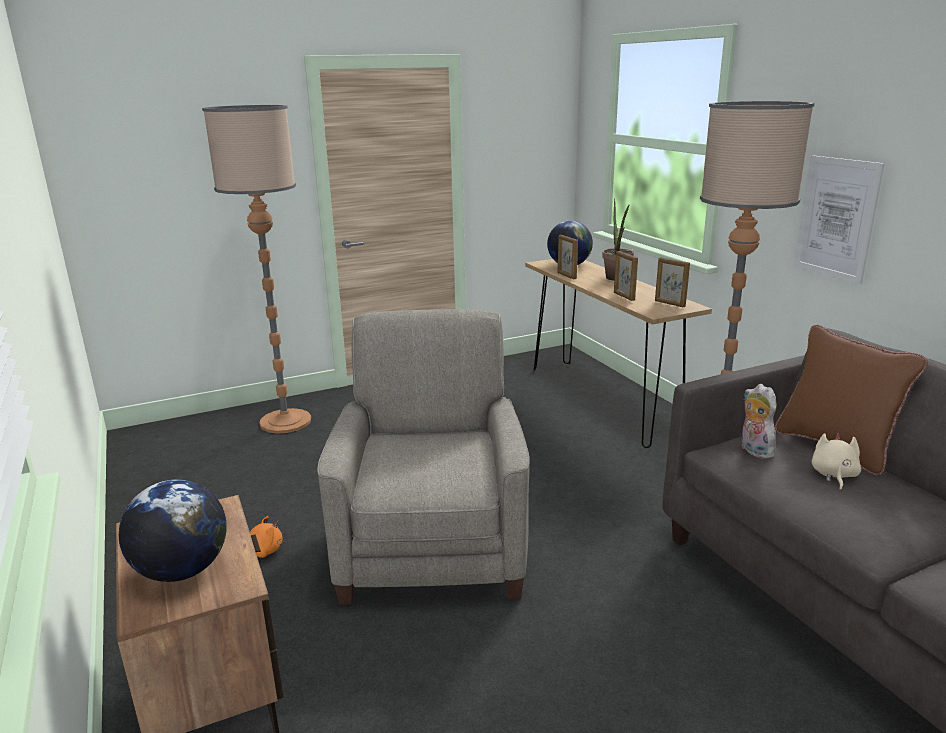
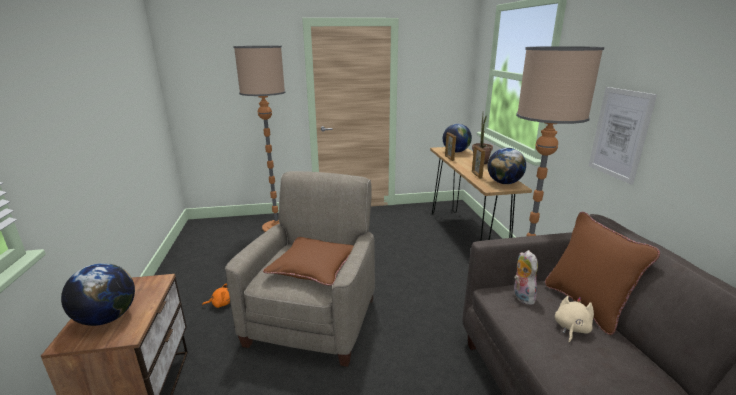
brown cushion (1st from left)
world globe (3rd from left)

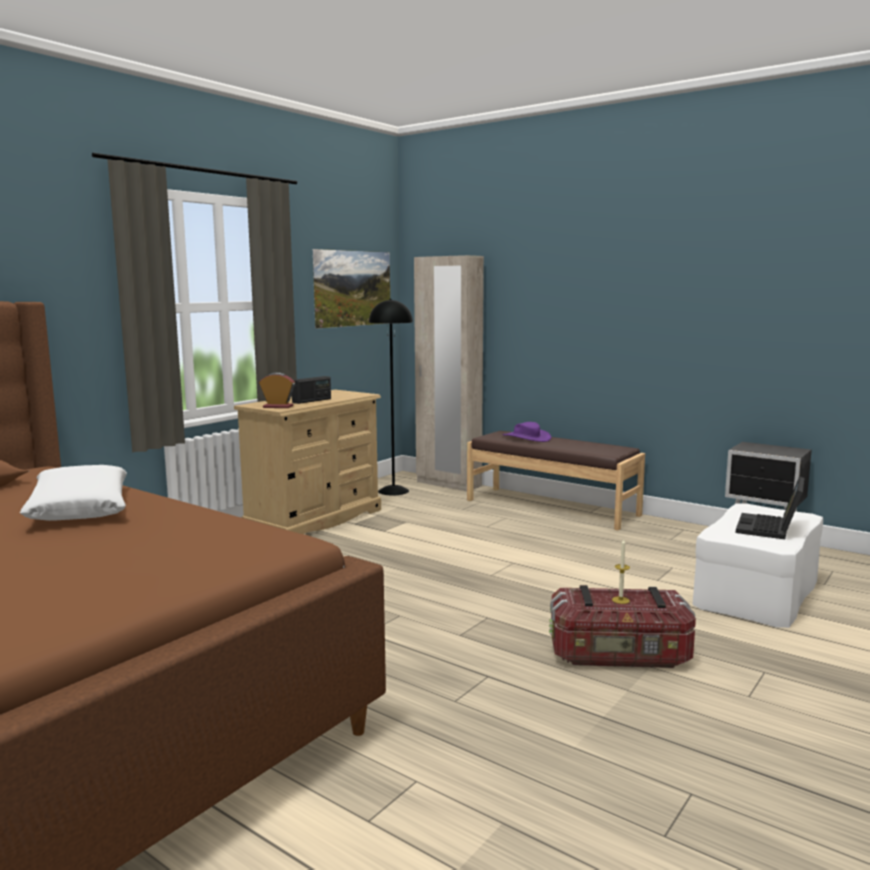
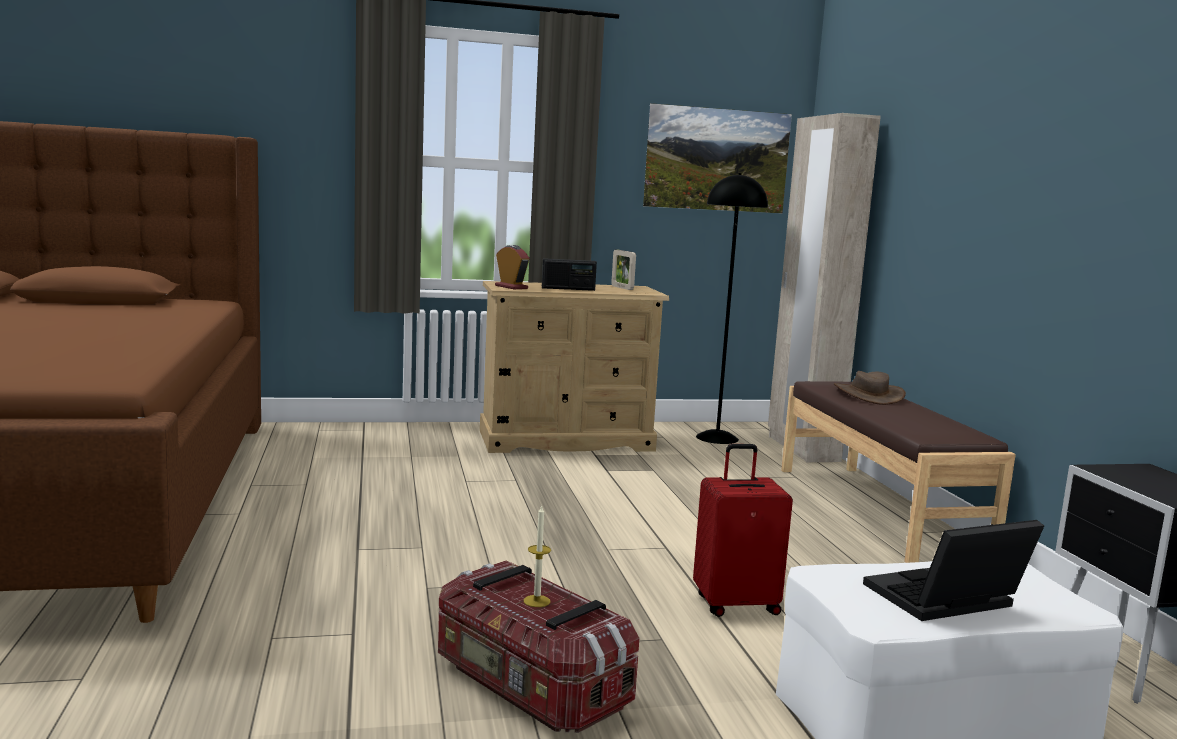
white cushion
photo frame
red-coloured travel case
brown hat

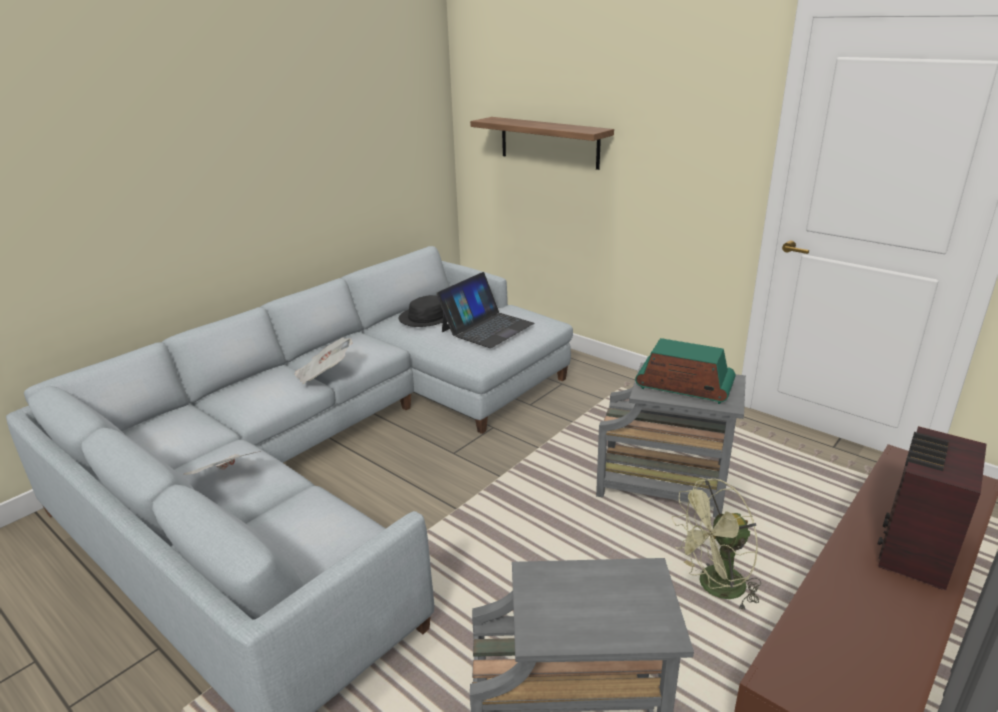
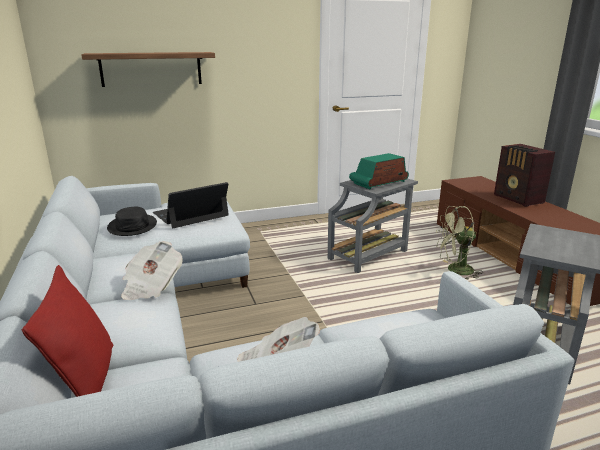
red-coloured cushion
notebook computer
green fan

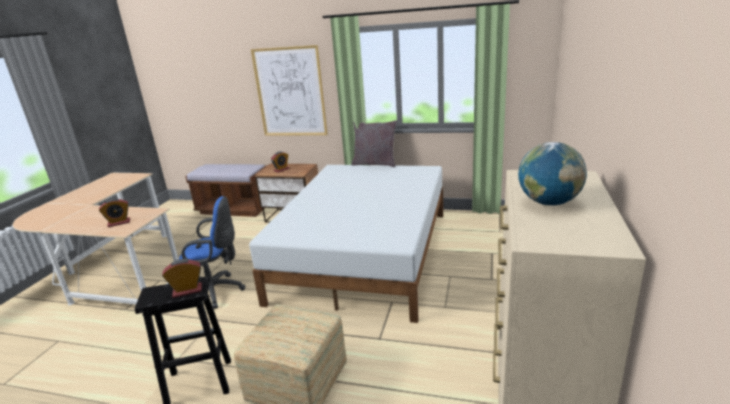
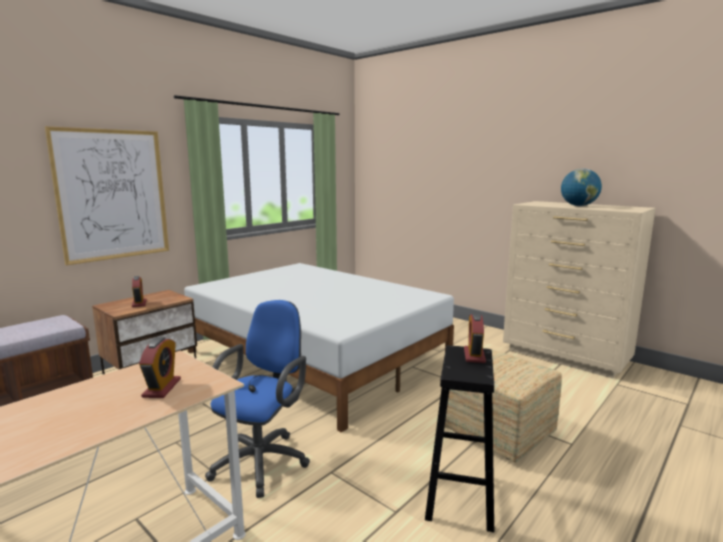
grey cushion

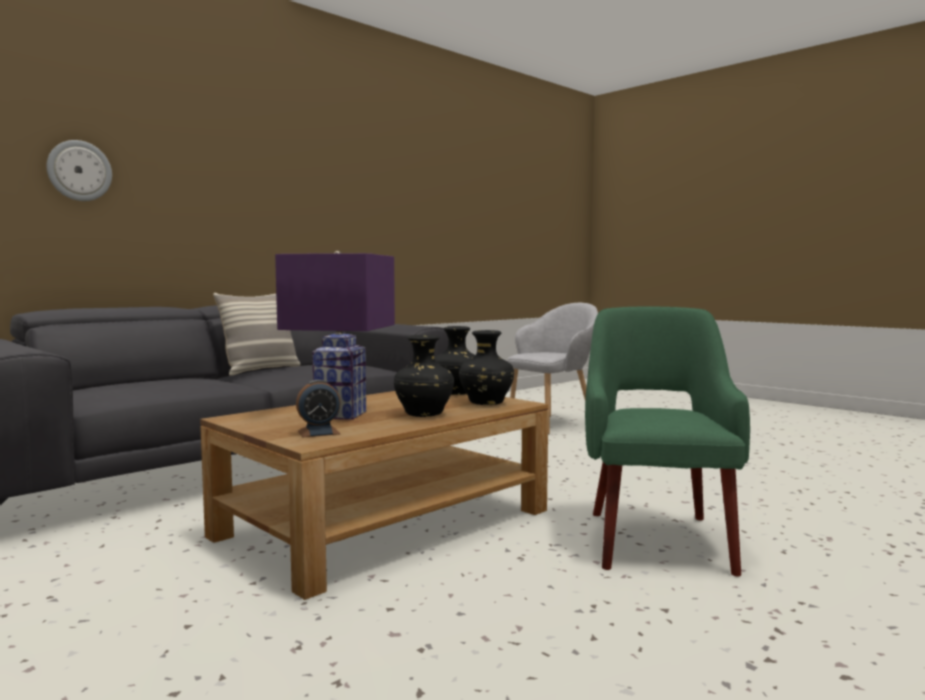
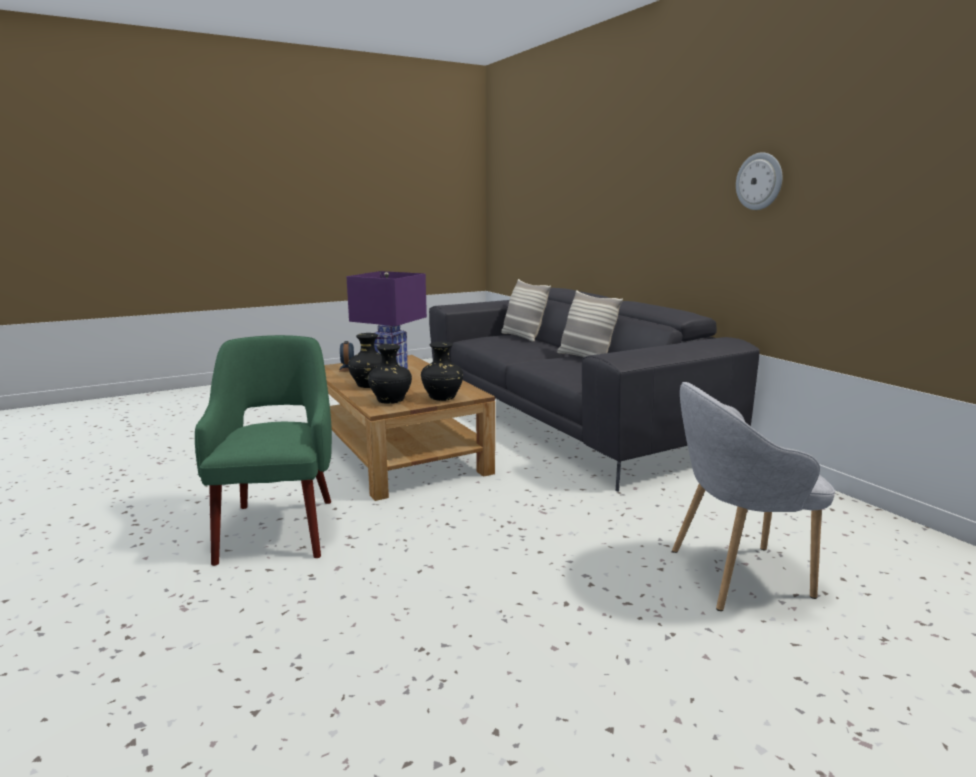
cushion (1st from left)
clock on the wall
grey lounge chair
green lounge chair

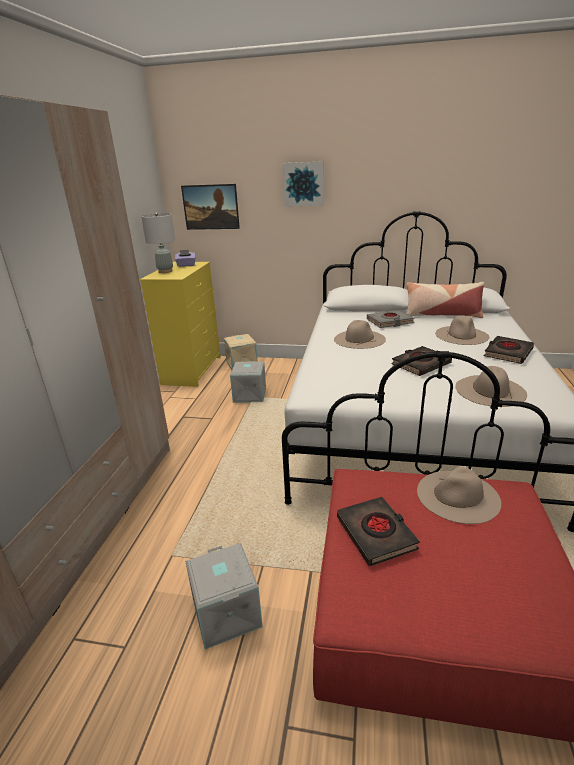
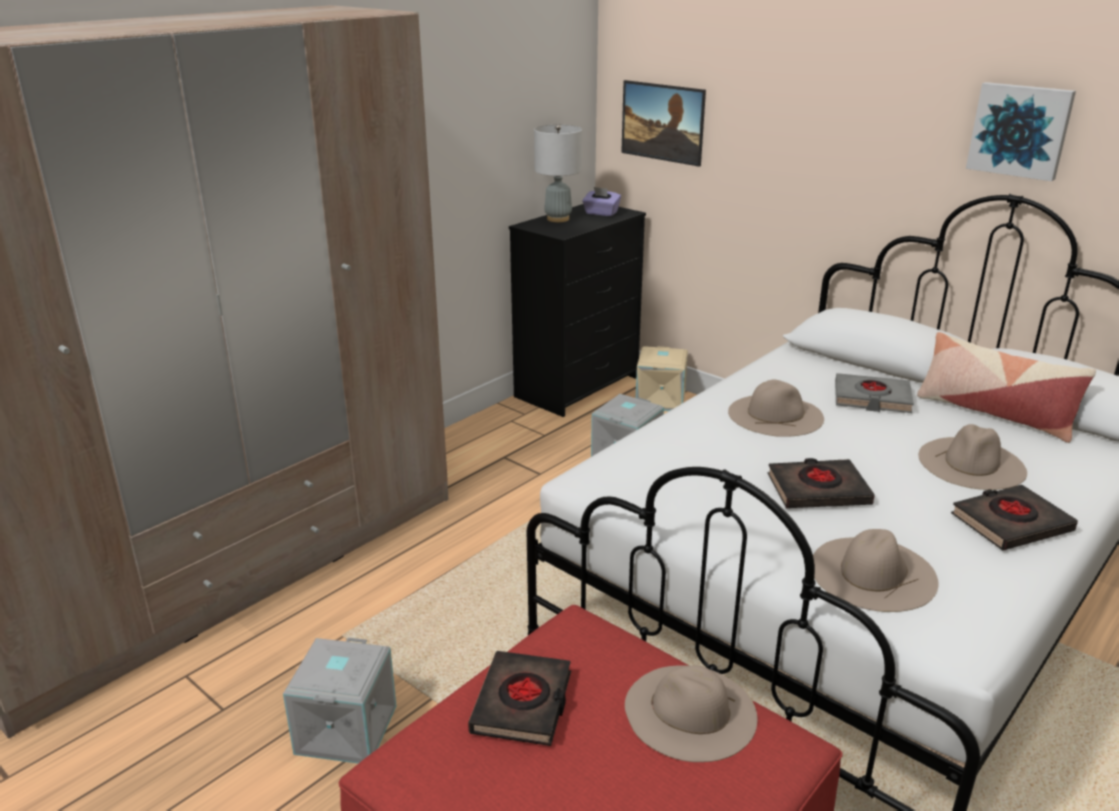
wall picture (2nd from left)
black chest of drawers

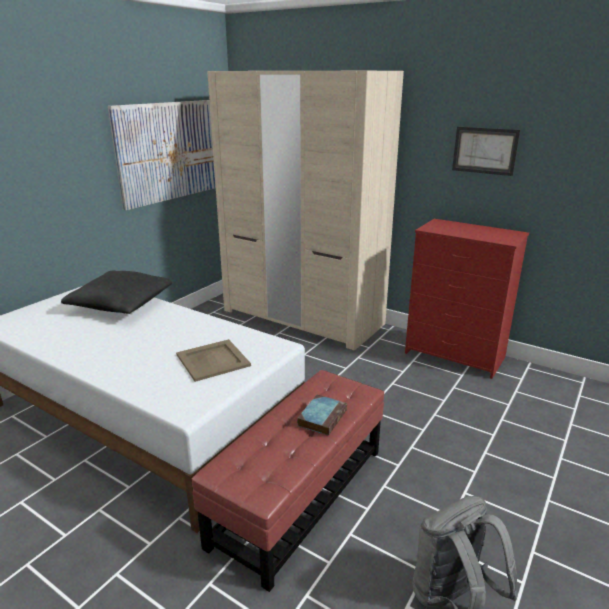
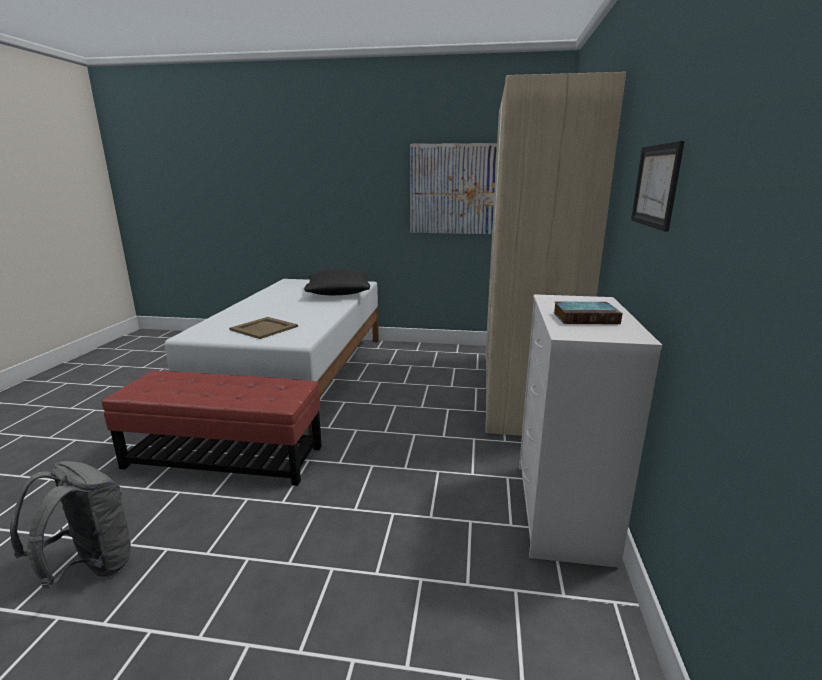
book
white chest of drawers

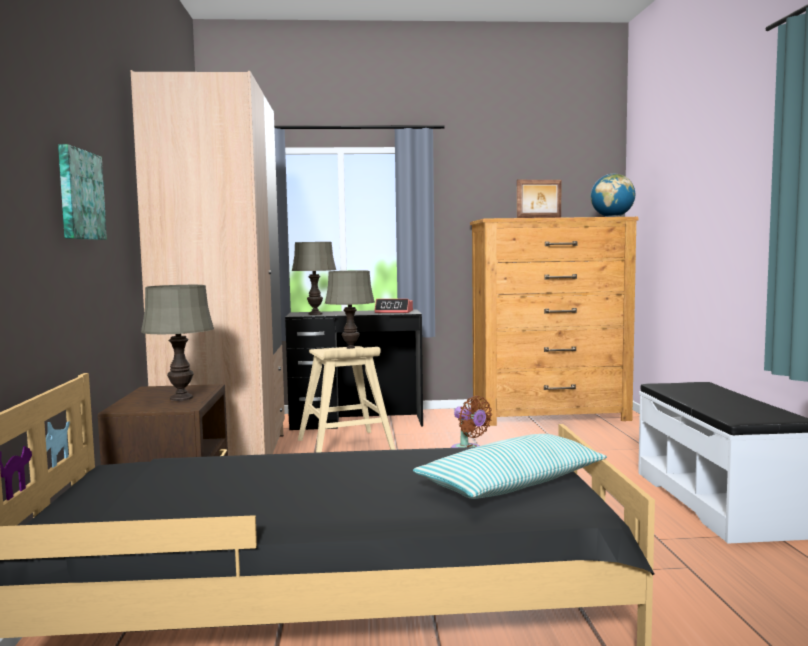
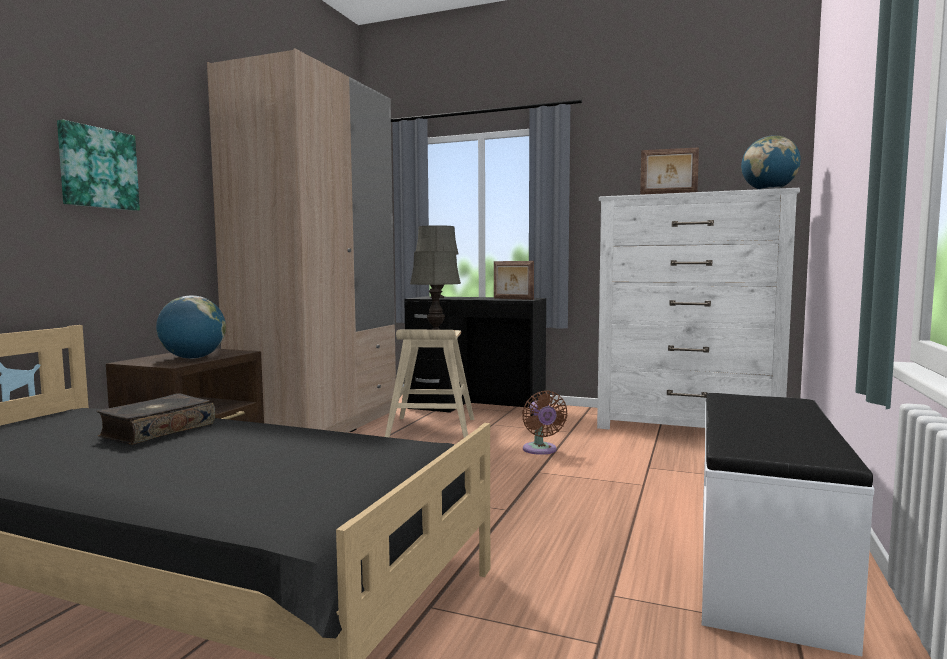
cushion
book
world globe (1st from left)
photo frame (1st from left)
white chest of drawers

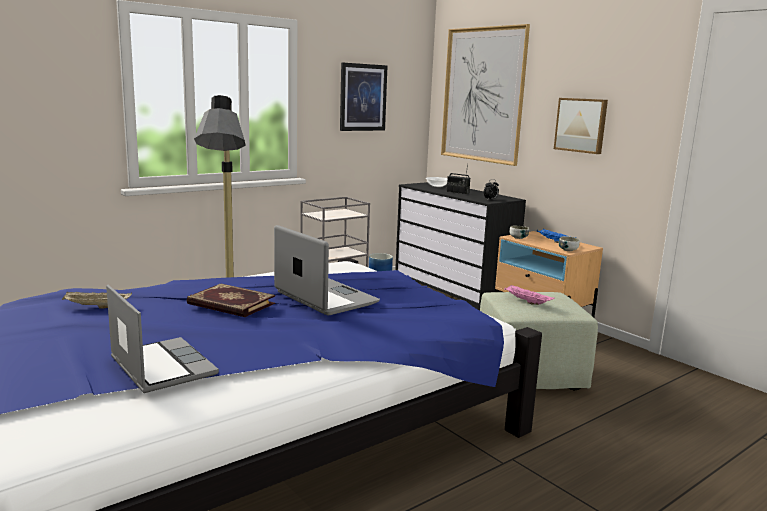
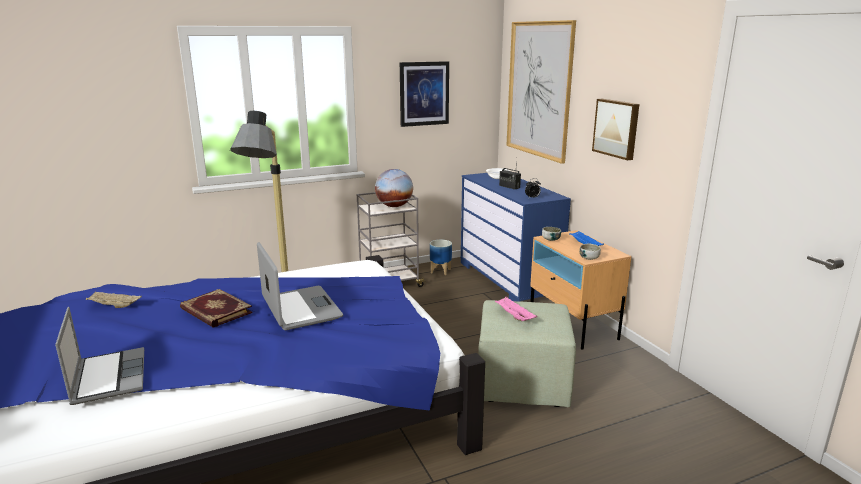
world globe
blue chest of drawers

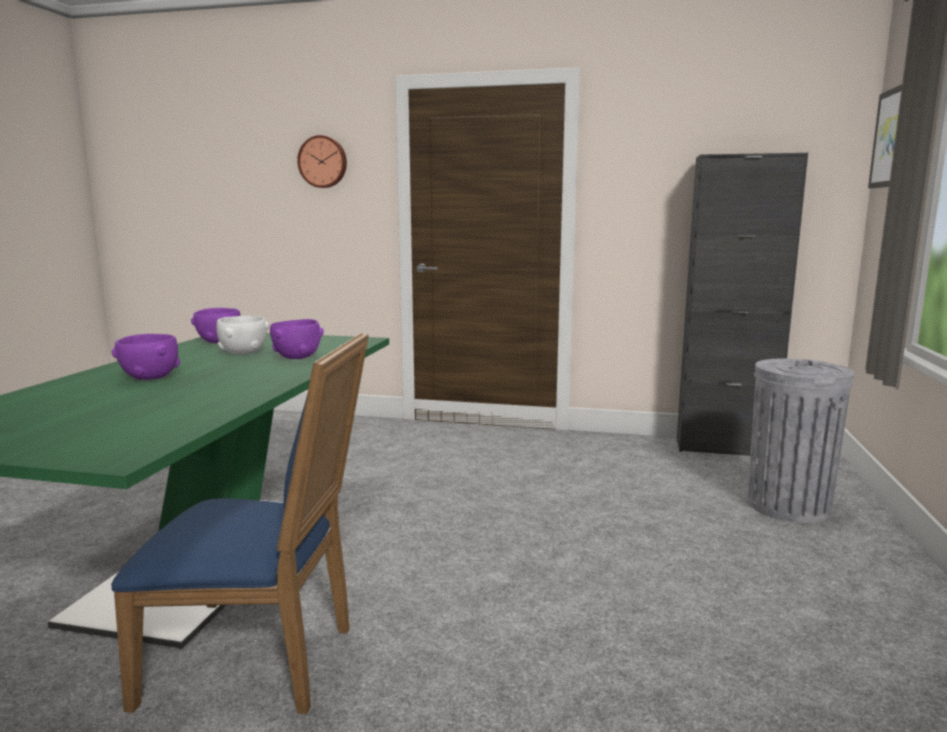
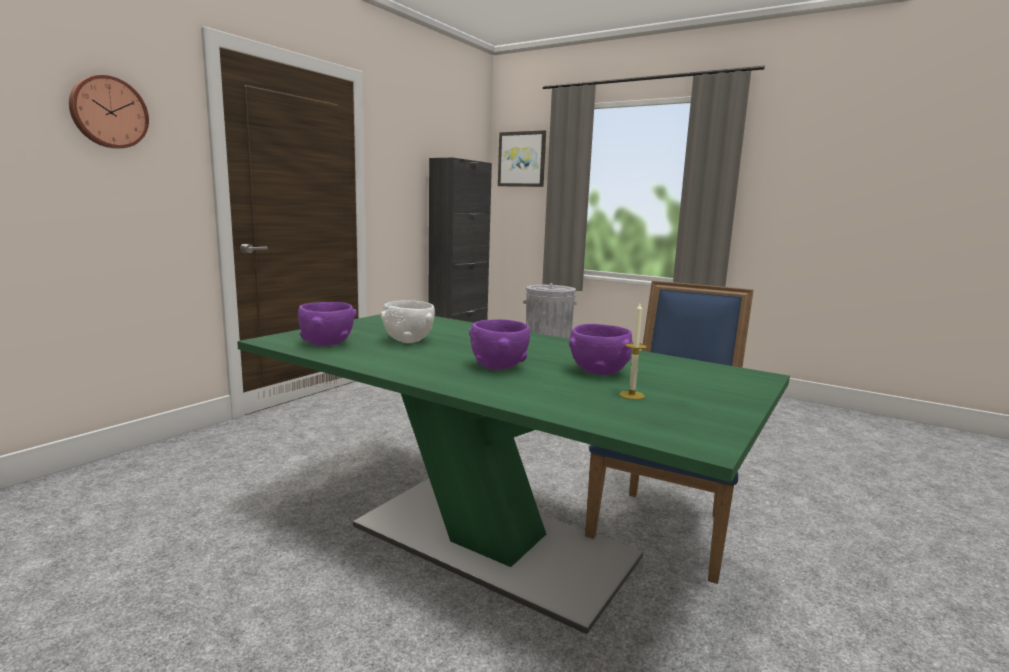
wax light
purplish deep dish (3rd from left)

